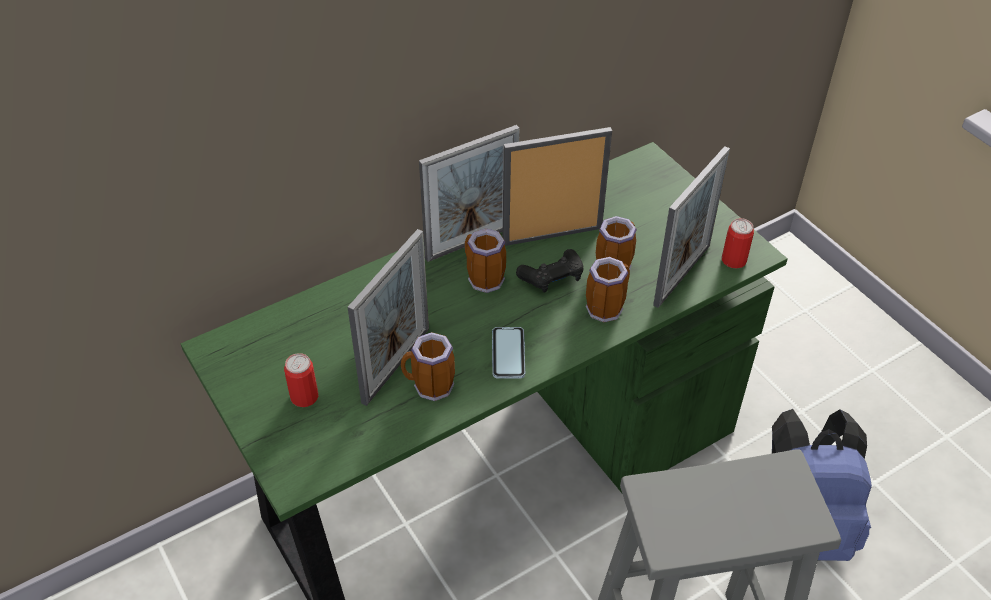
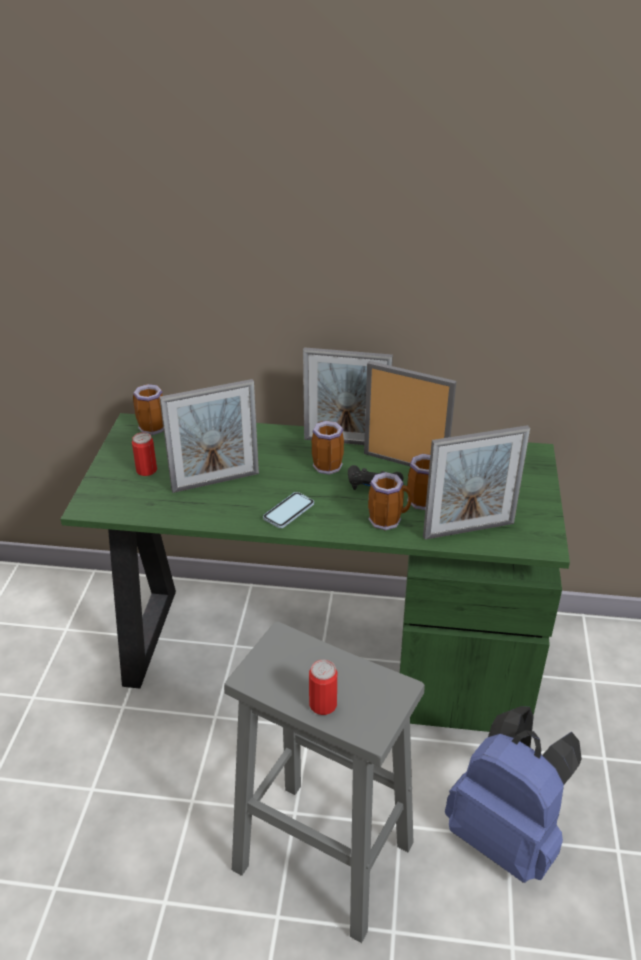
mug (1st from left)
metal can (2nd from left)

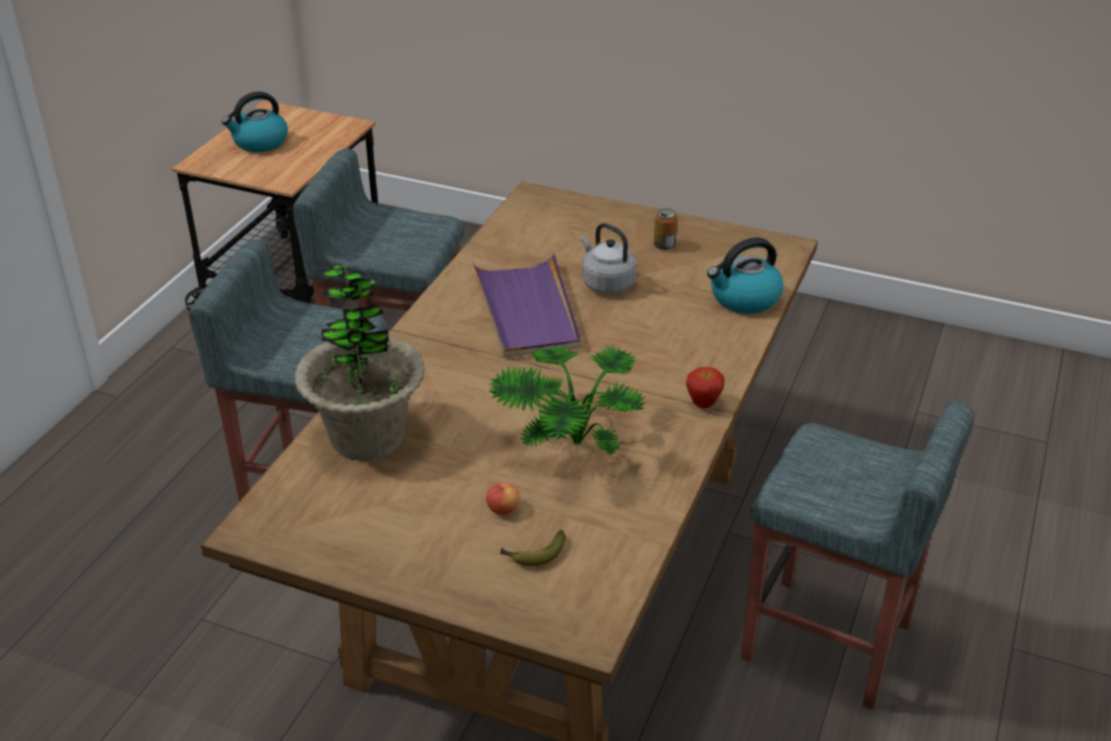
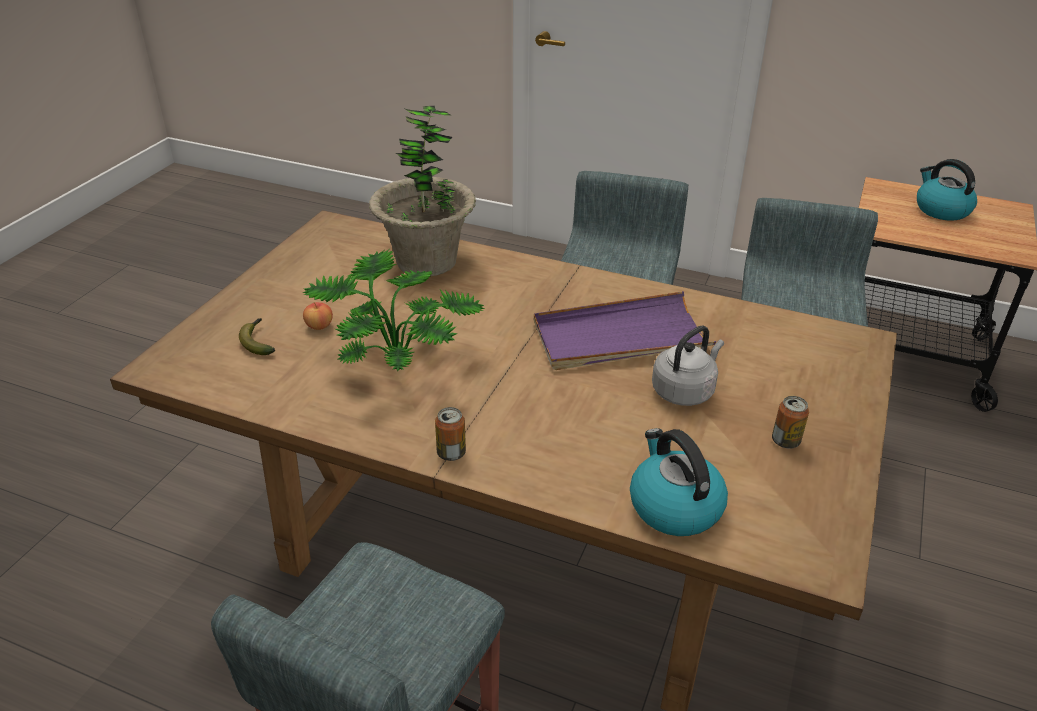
metal can (1st from left)

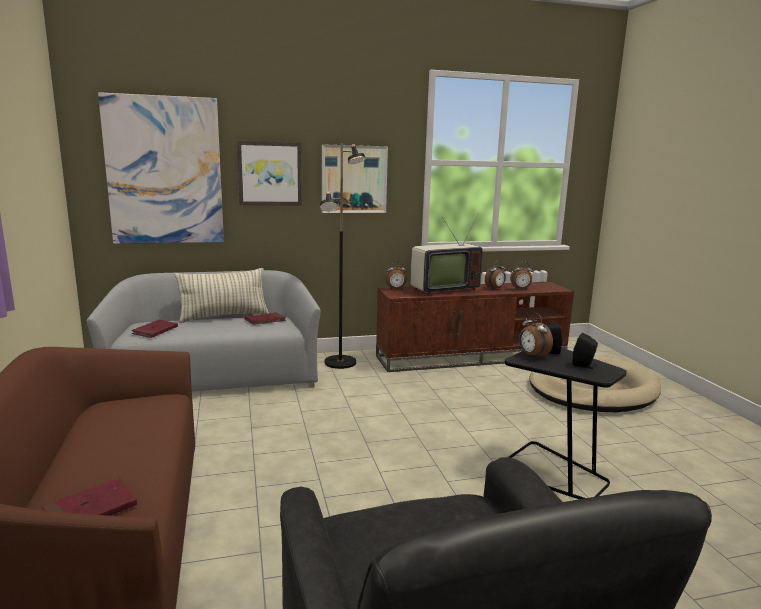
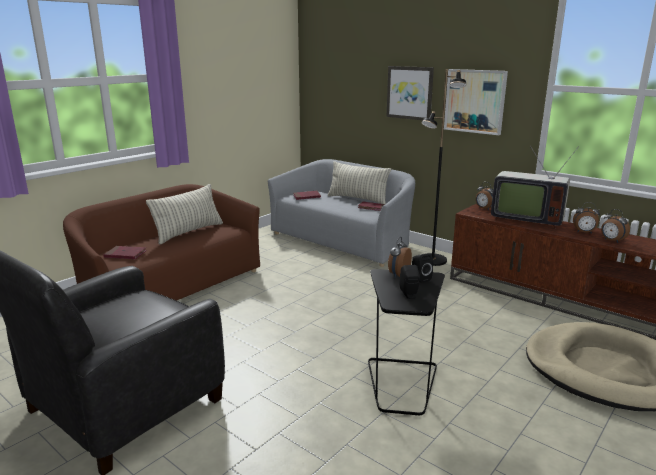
wall picture (1st from left in the first image)
cushion (1st from left)

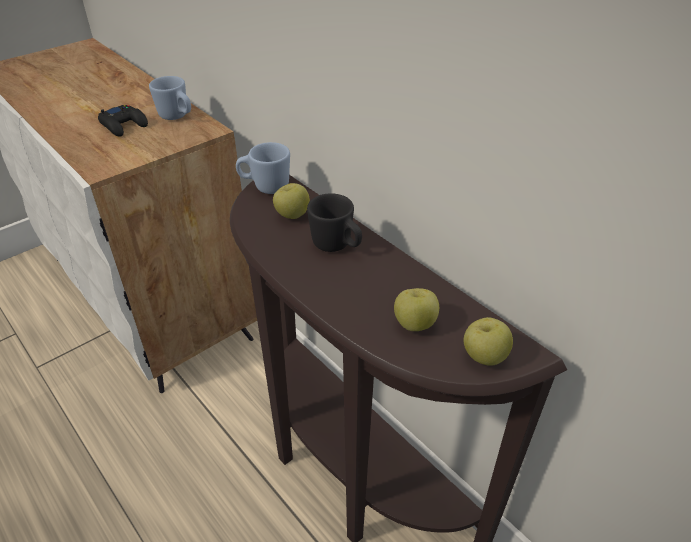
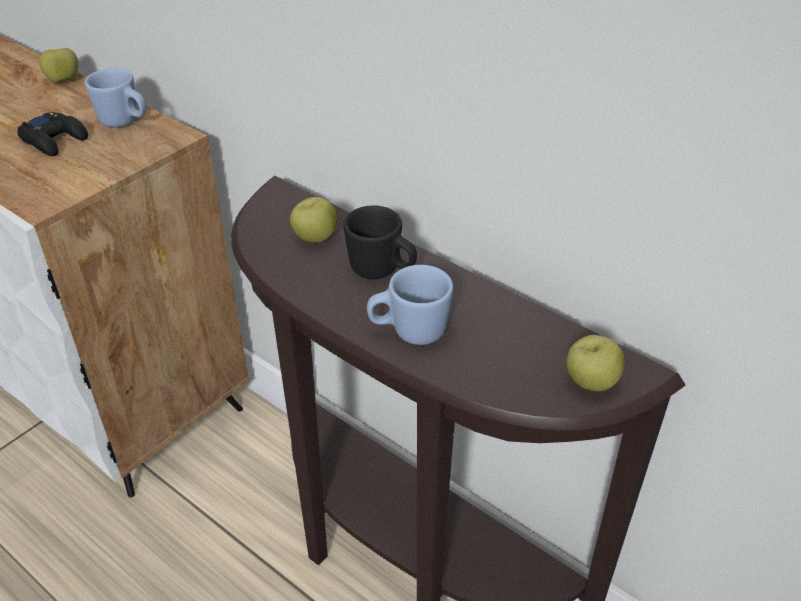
blue mug (2nd from left)
apple (1st from left)

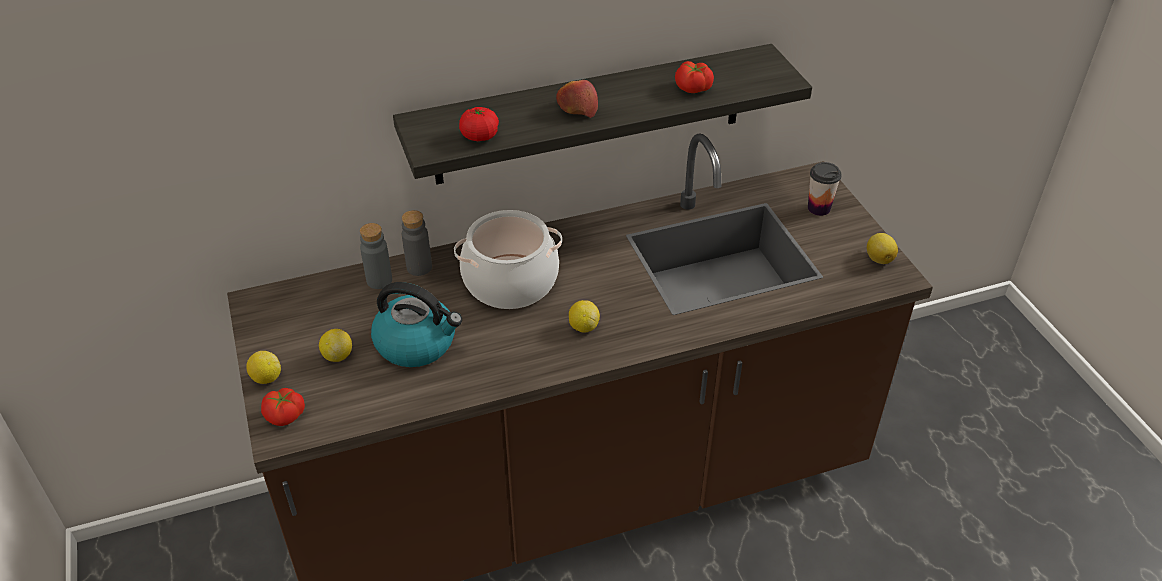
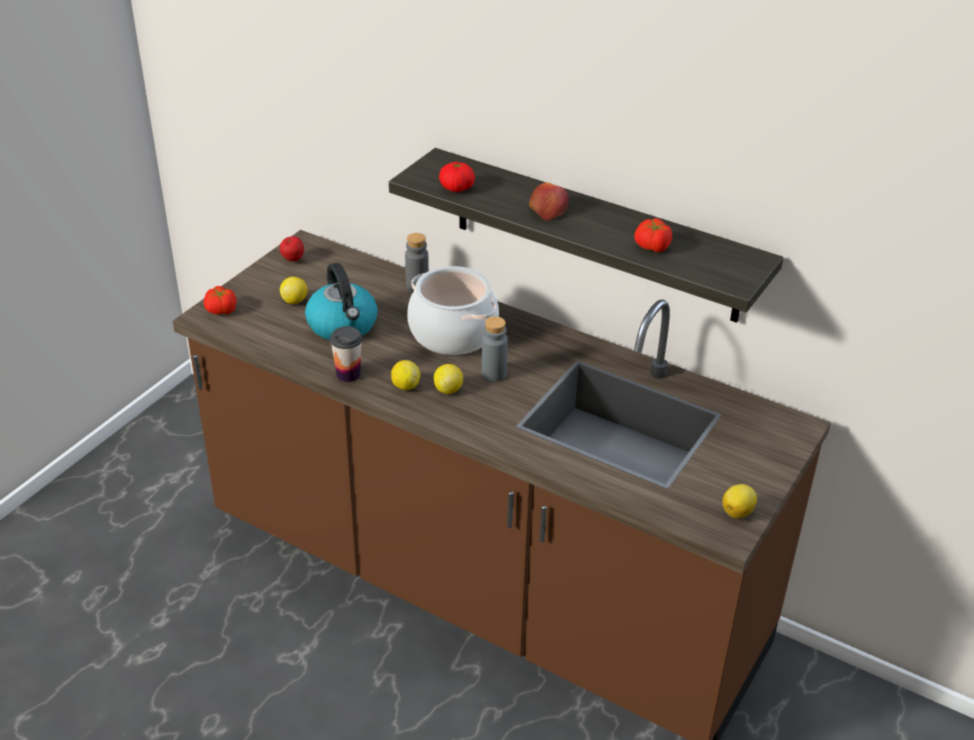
apple (1st from left)
citrus fruit (2nd from left)
grey drink bottle (2nd from left)
small cup

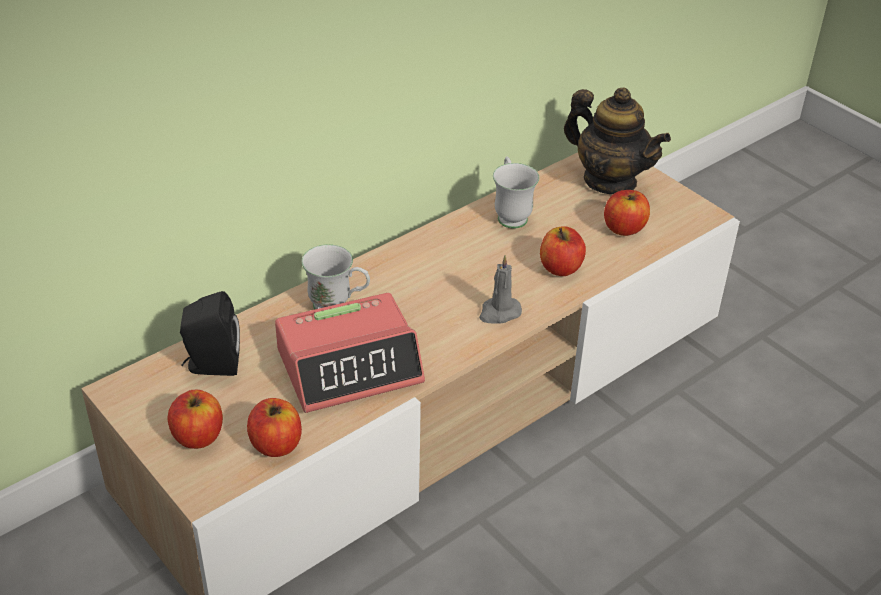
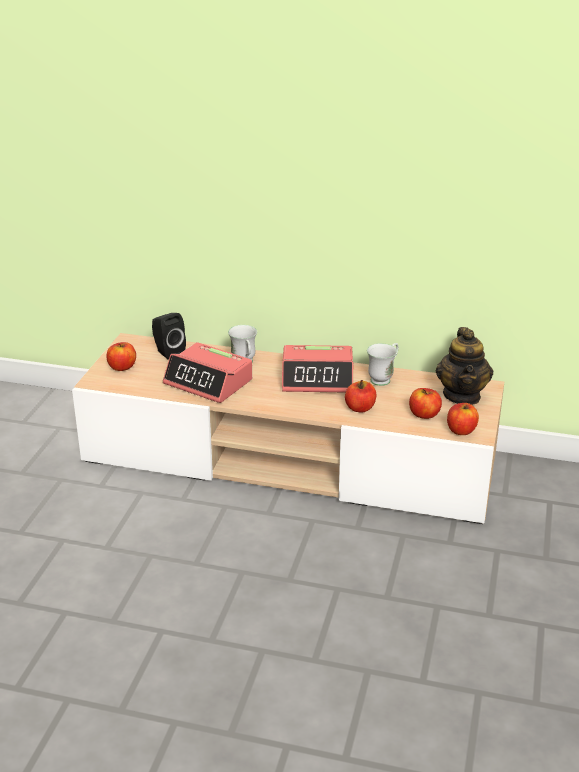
grey wax light
bedside clock (2nd from left)
apple (4th from left)

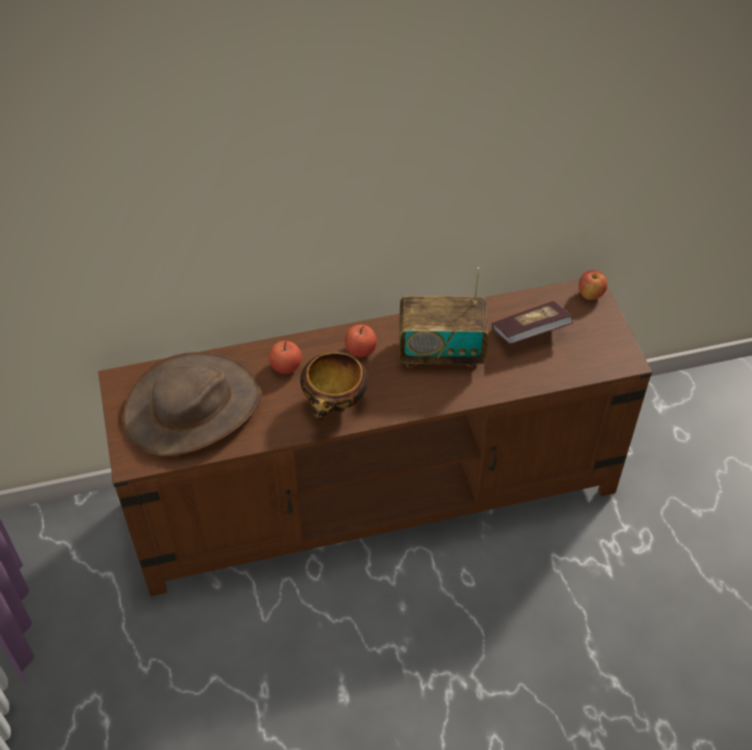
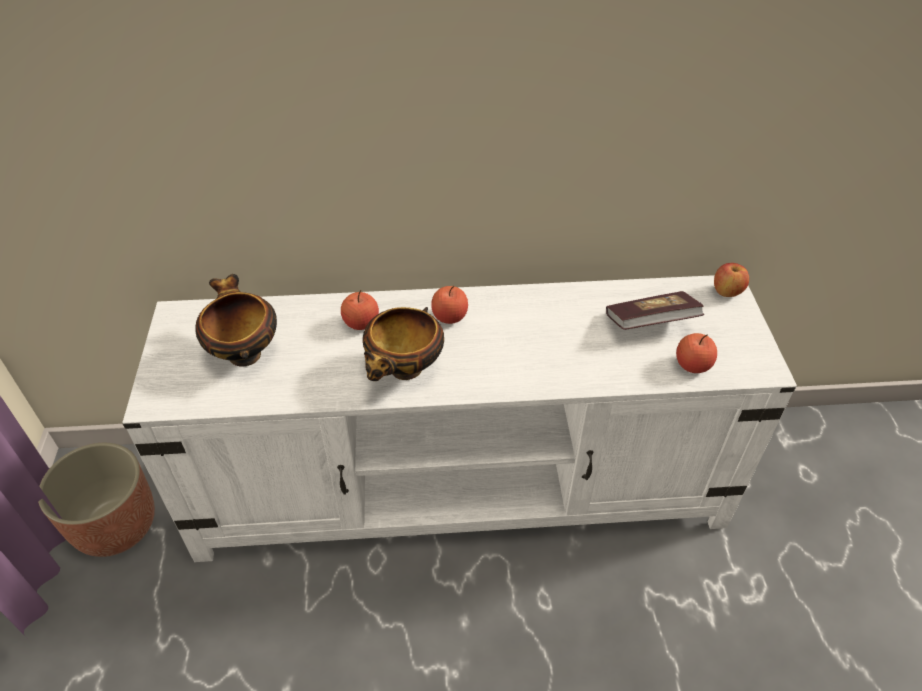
radio set
flower pot
apple (3rd from left)
deep dish (1st from left)
white tv stand

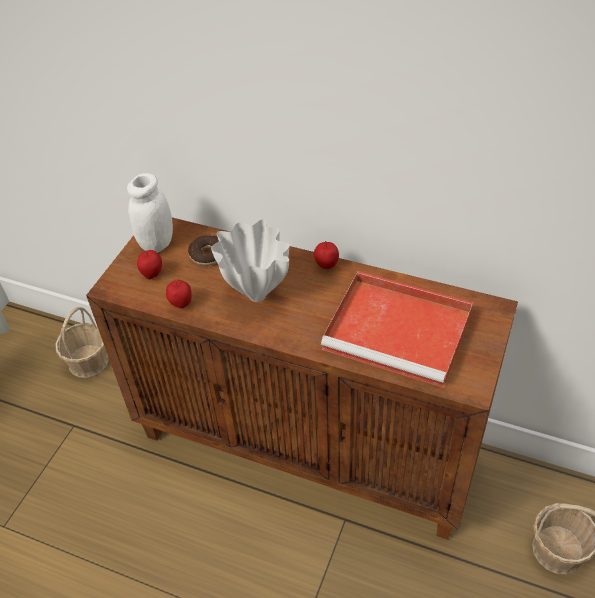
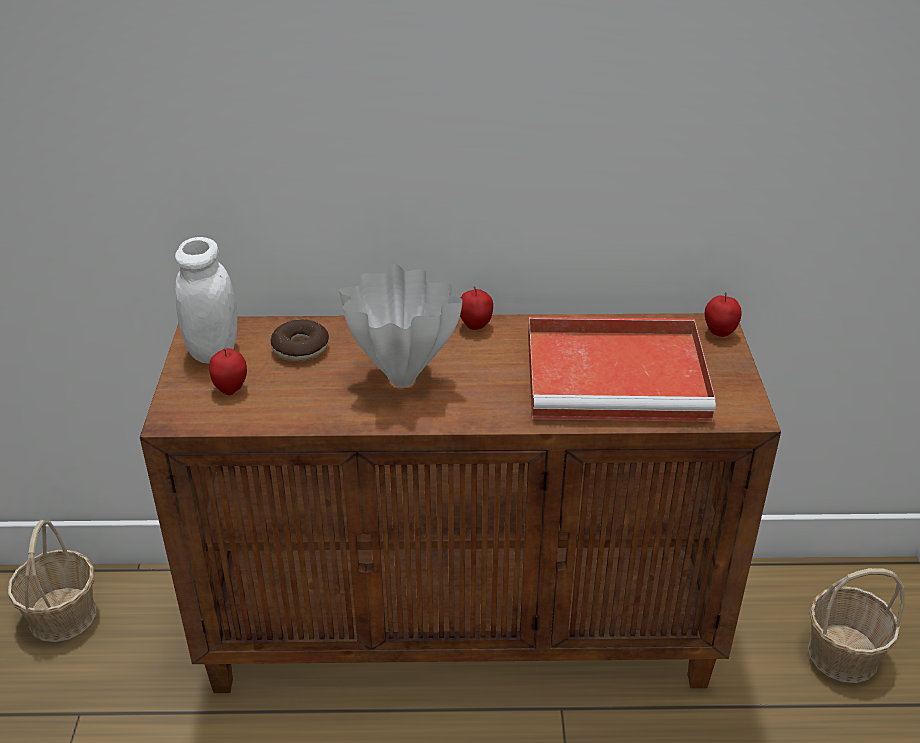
apple (3rd from left)

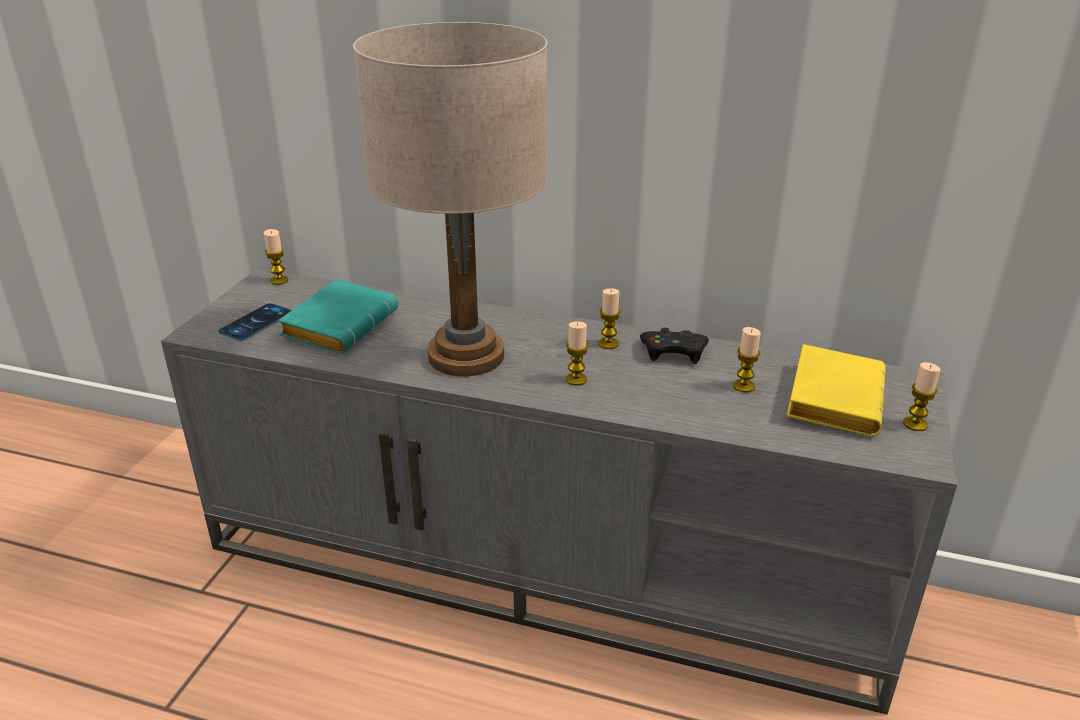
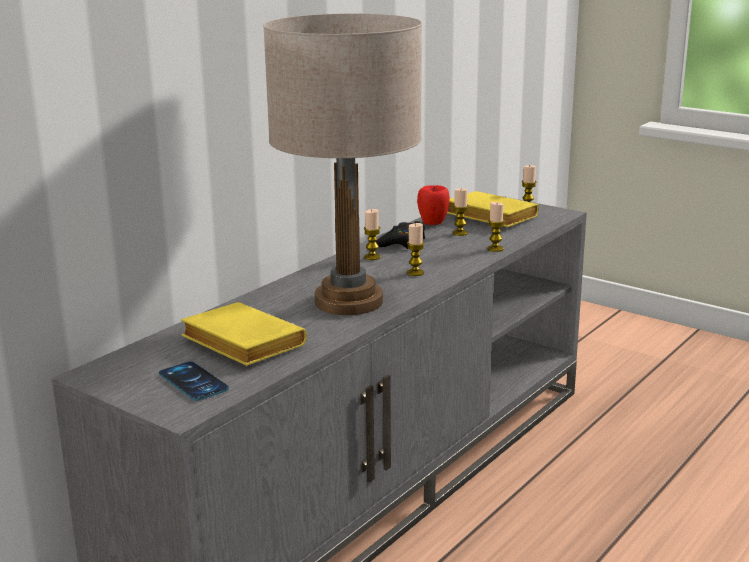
apple
wax light (4th from left)
yellow book (1st from left)

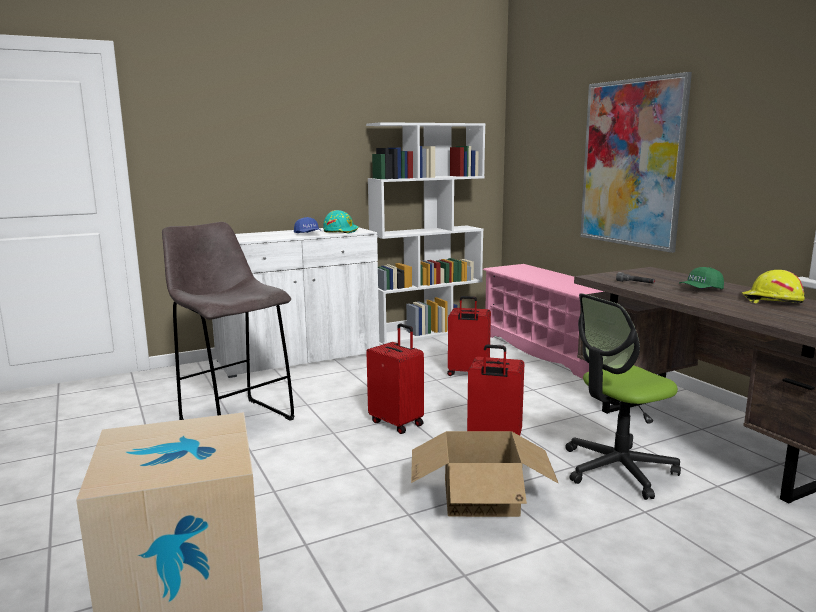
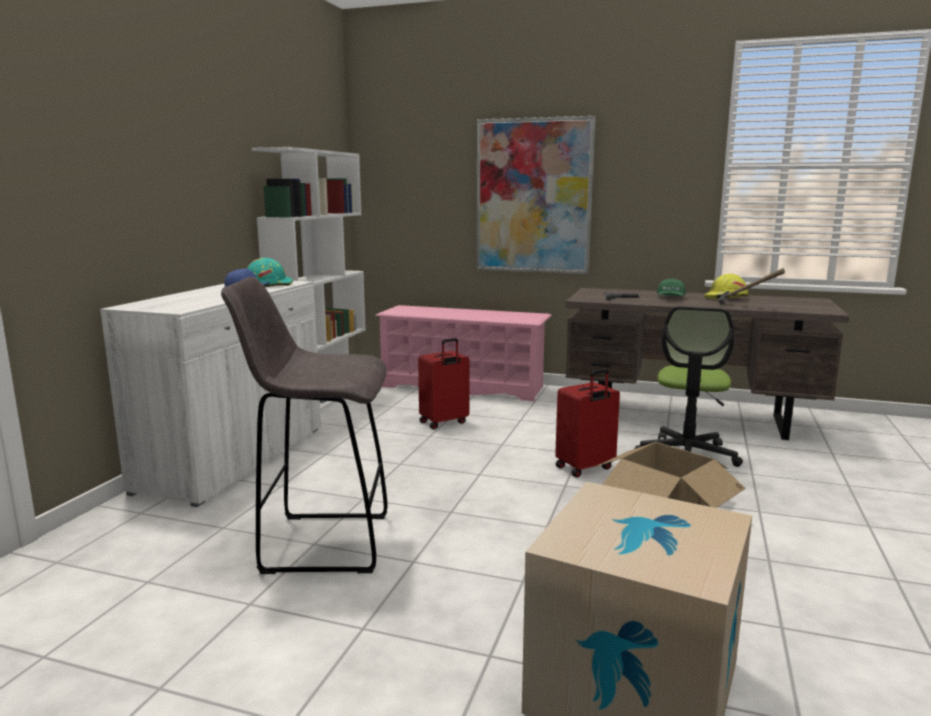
red-coloured travel case (1st from left in the first image)
hammer

